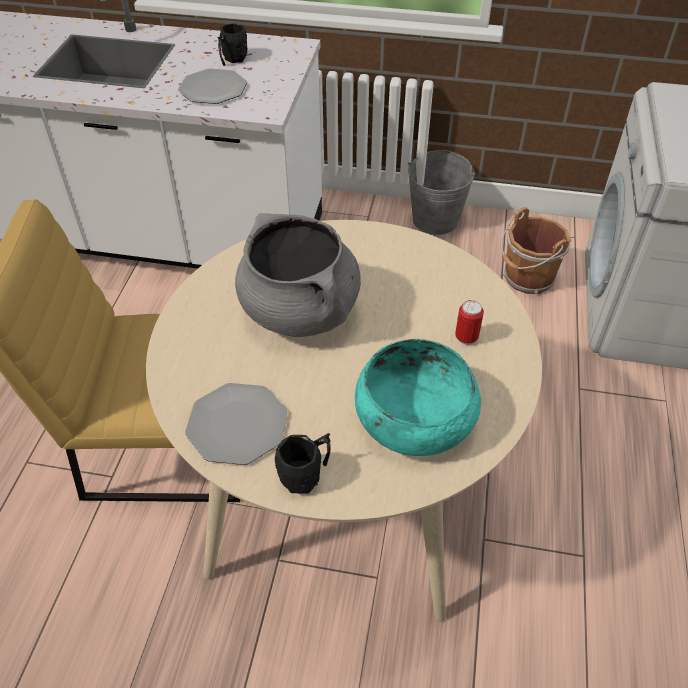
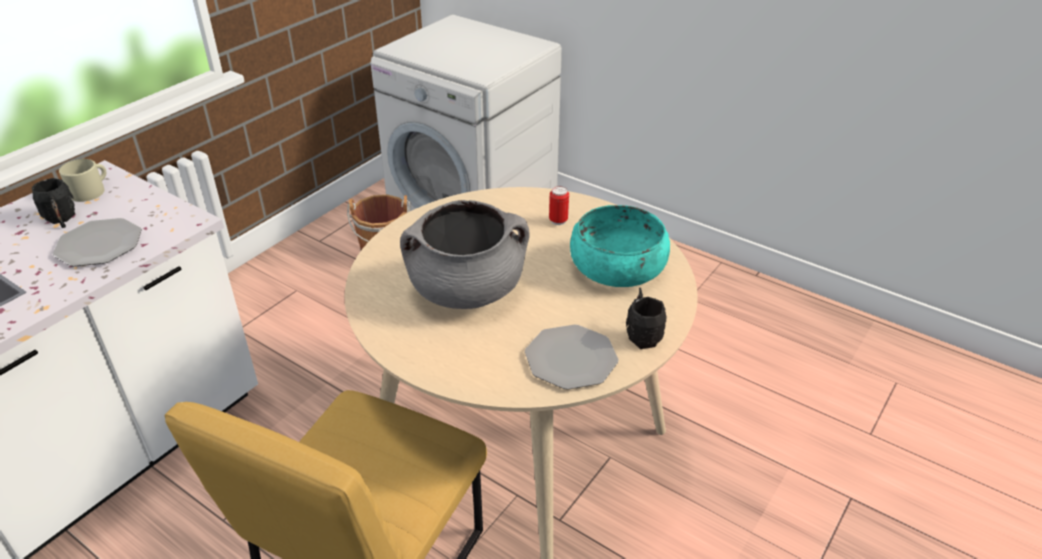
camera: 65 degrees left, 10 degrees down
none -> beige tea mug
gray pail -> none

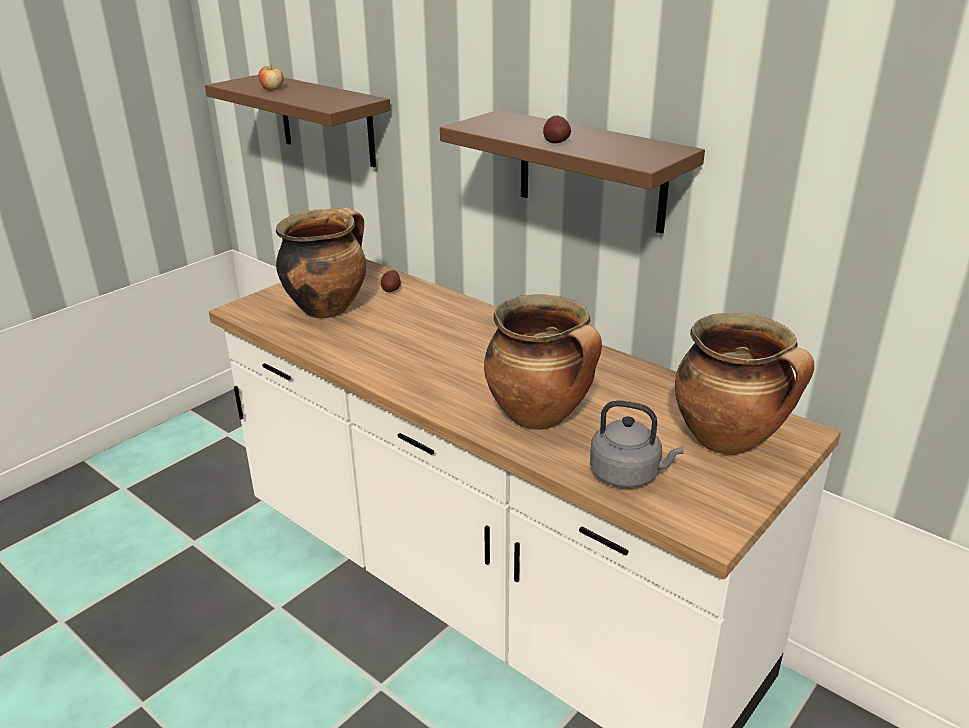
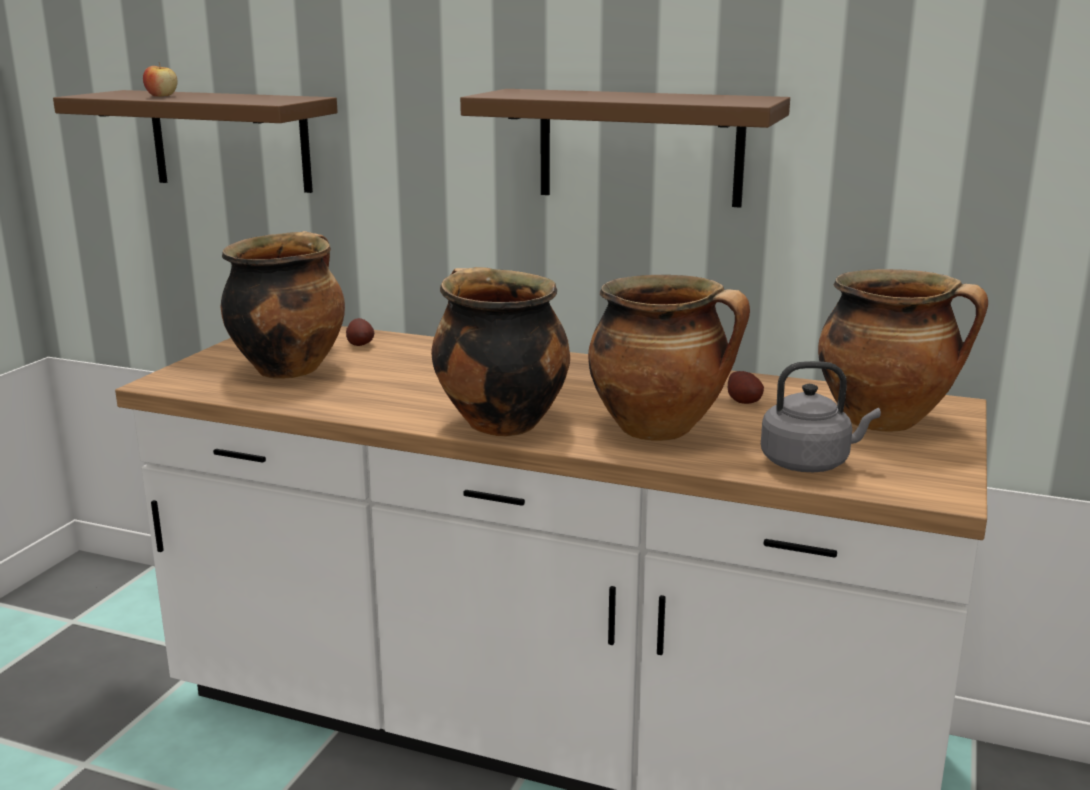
camera: 20 degrees left, 10 degrees down
none -> stockpot (2nd from left)
potato (2nd from left), move

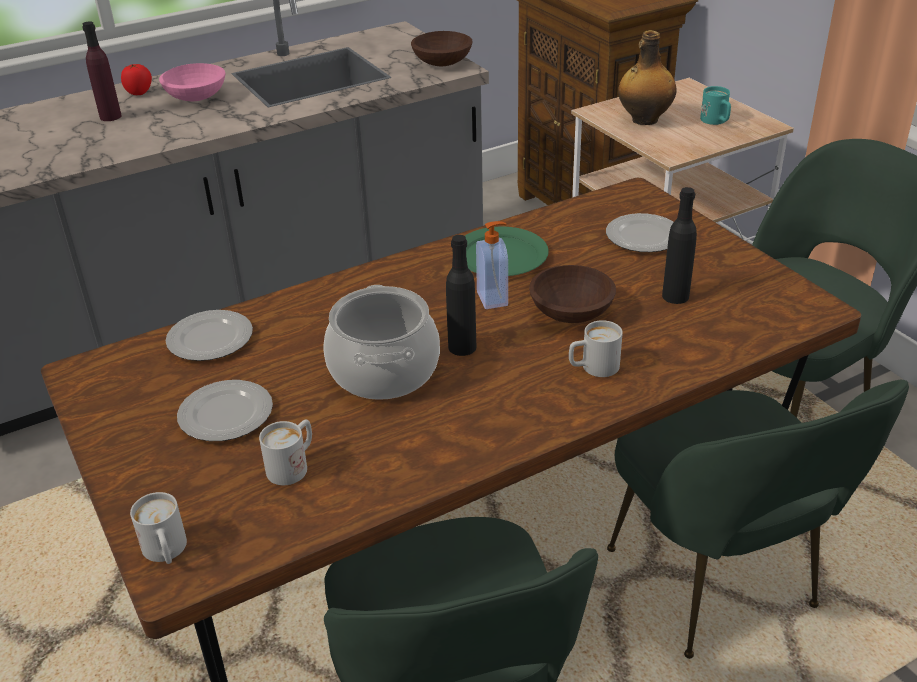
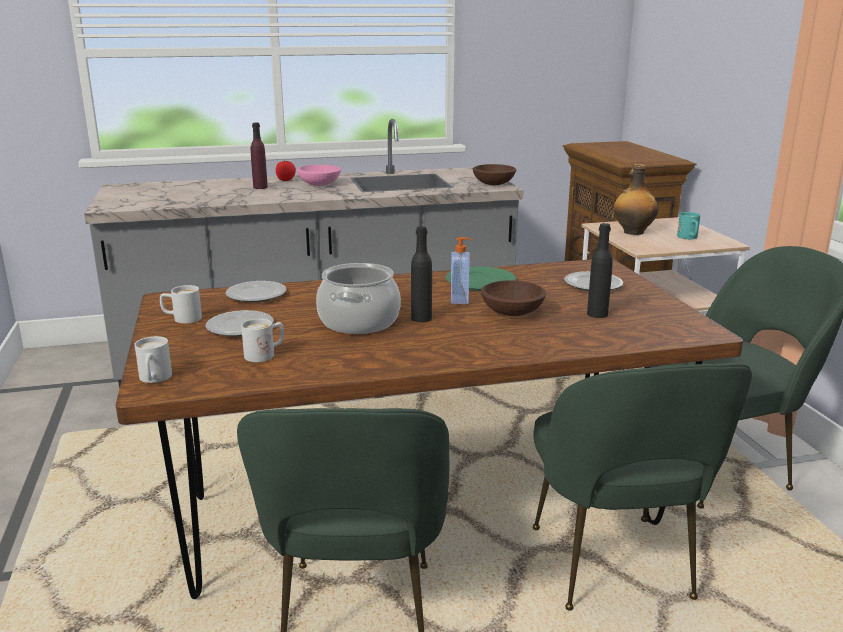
camera: 15 degrees right, 15 degrees down
white tea mug (3rd from left in the first image) -> white tea mug (2nd from left), move

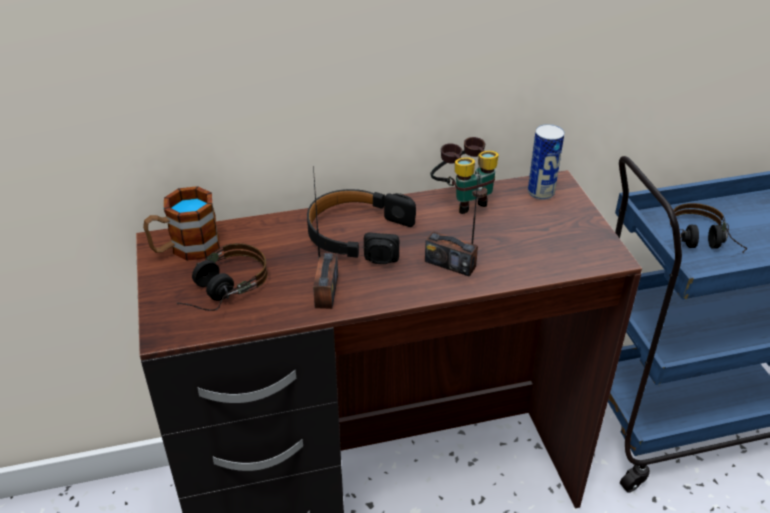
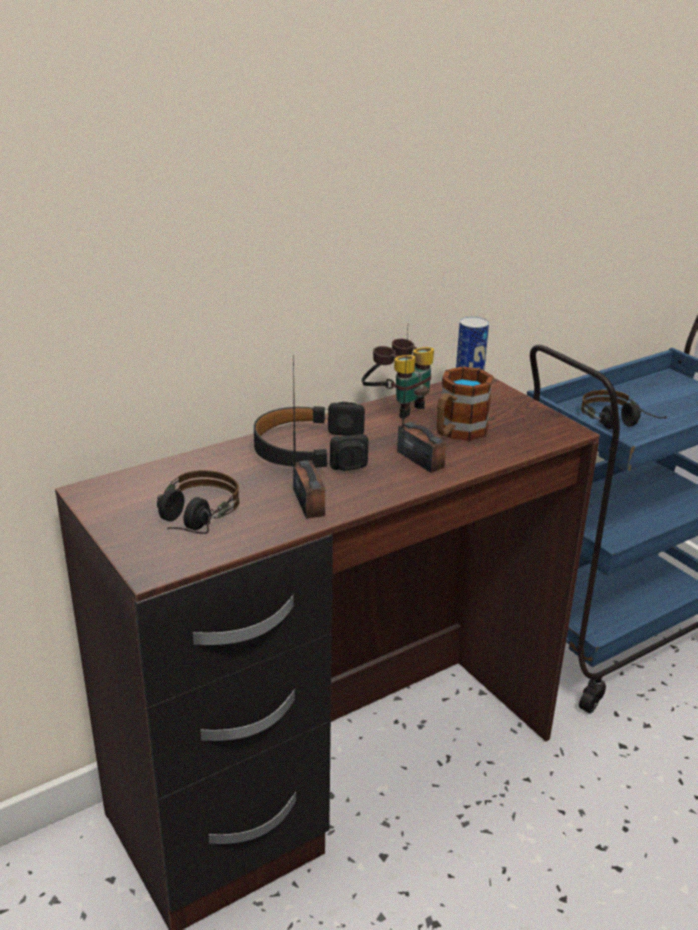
camera: 20 degrees left, 10 degrees down
radio (2nd from left), 135 degrees counterclockwise
tea mug, move

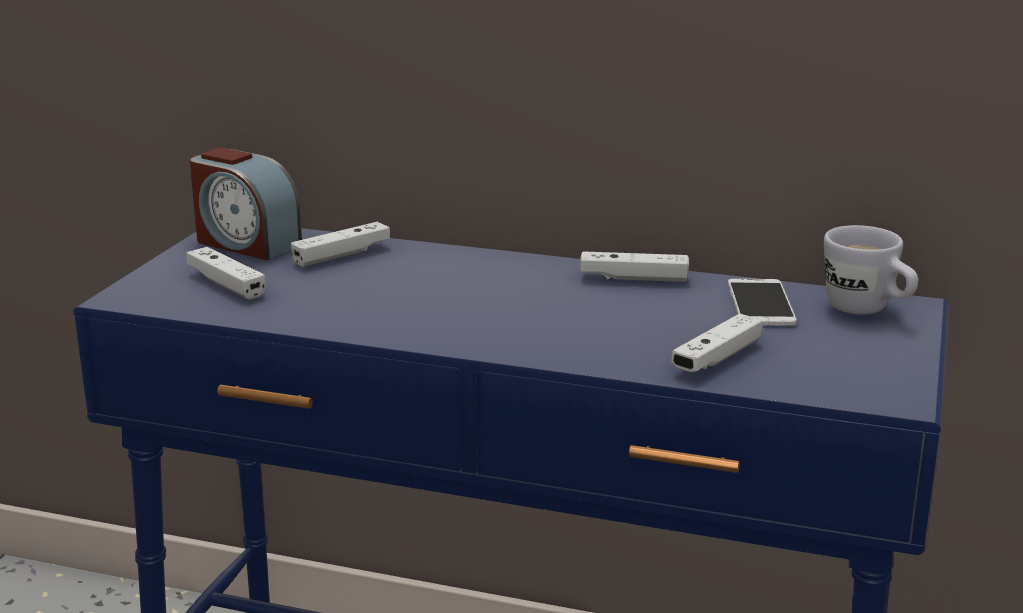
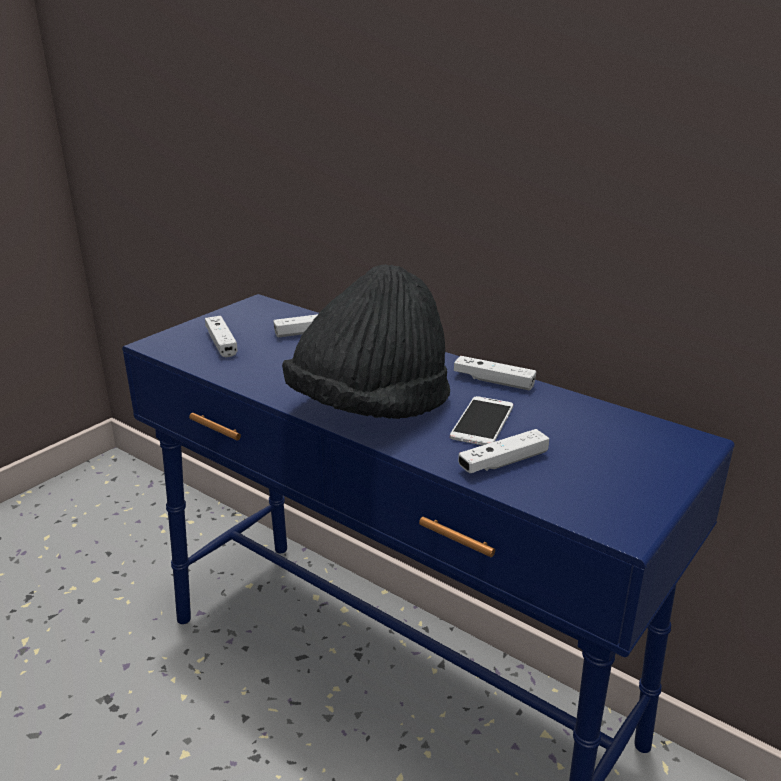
camera: 20 degrees right, 5 degrees up
none -> blackish clothing hat
handset, move
table clock -> none
white tea mug -> none

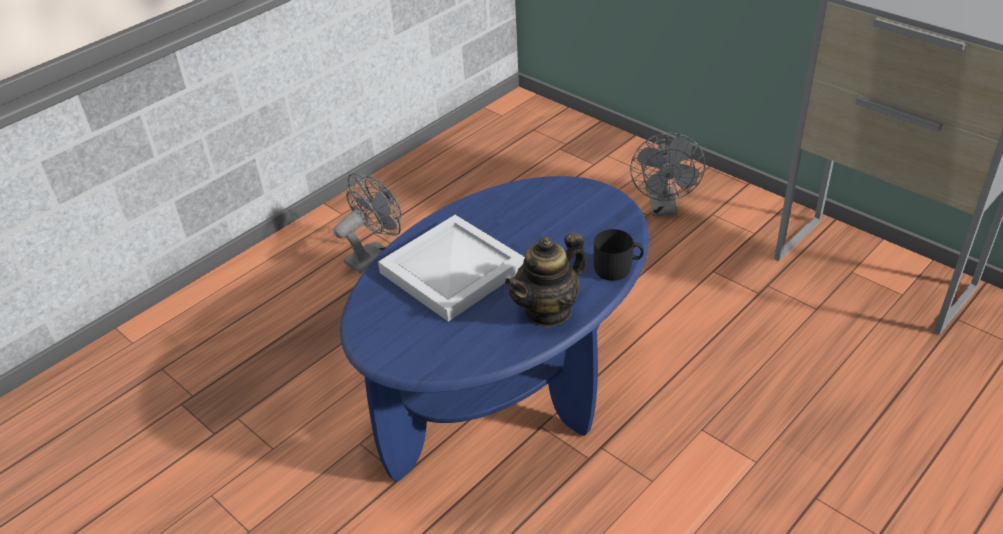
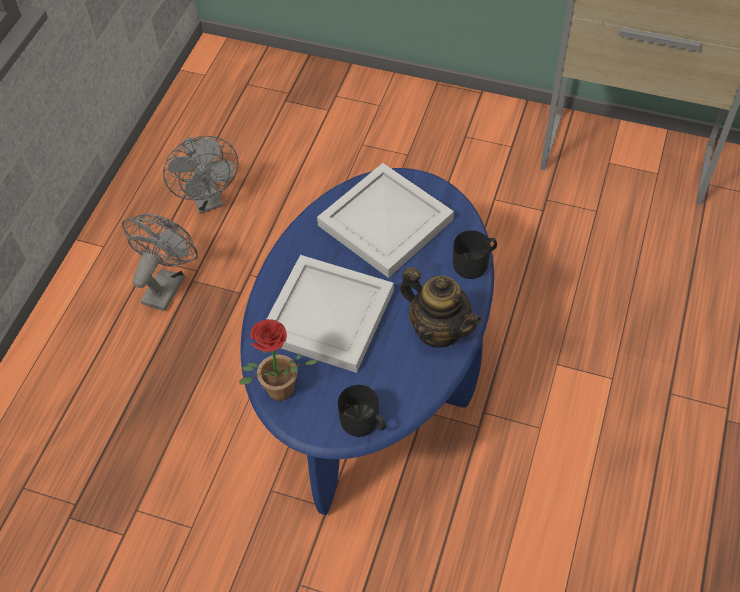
camera: 25 degrees left, 15 degrees up
gray cooling fan (2nd from left), move
none -> houseplant
none -> white carrying tray (2nd from left)
none -> blackish tea mug (1st from left)
teapot, 75 degrees counterclockwise

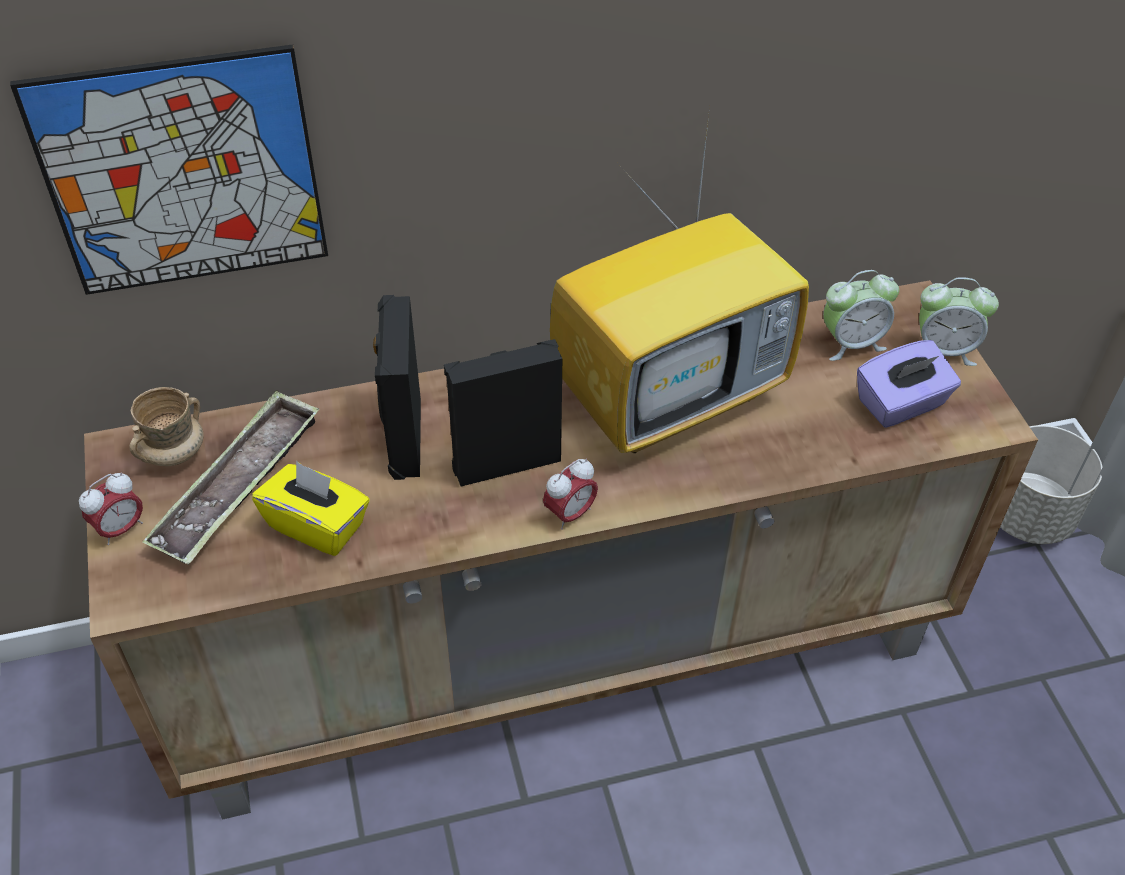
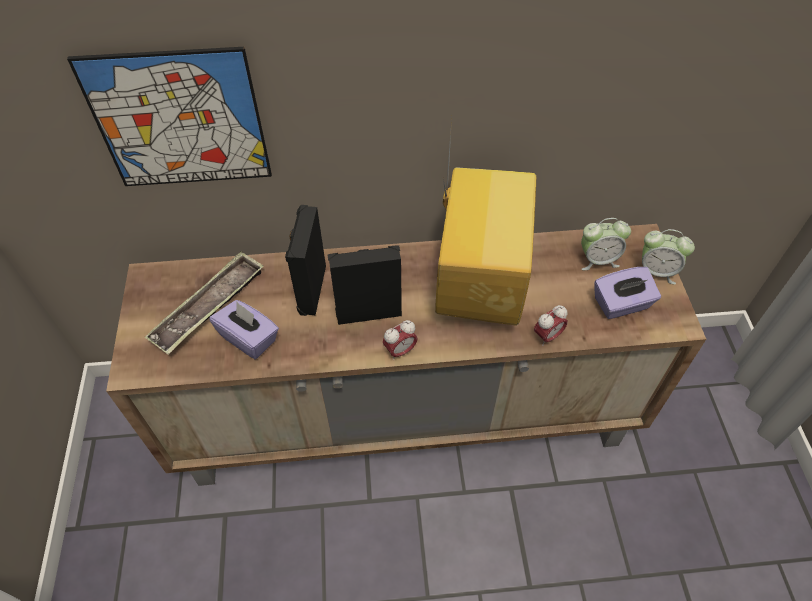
camera: 10 degrees right, 5 degrees up
yellow-coloured tissue holder -> purplish tissue holder (1st from left)
TV, 60 degrees counterclockwise
table clock (1st from left in the first image) -> table clock (2nd from left), move
beige tea mug -> none
gray plant pot -> none

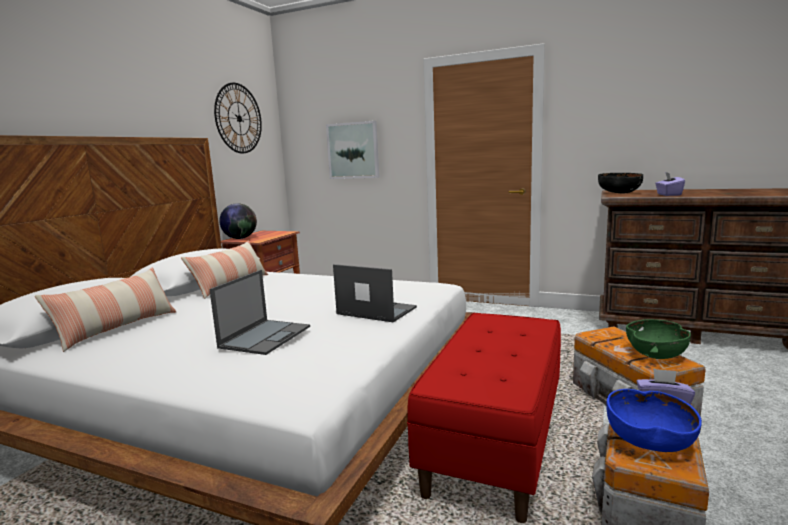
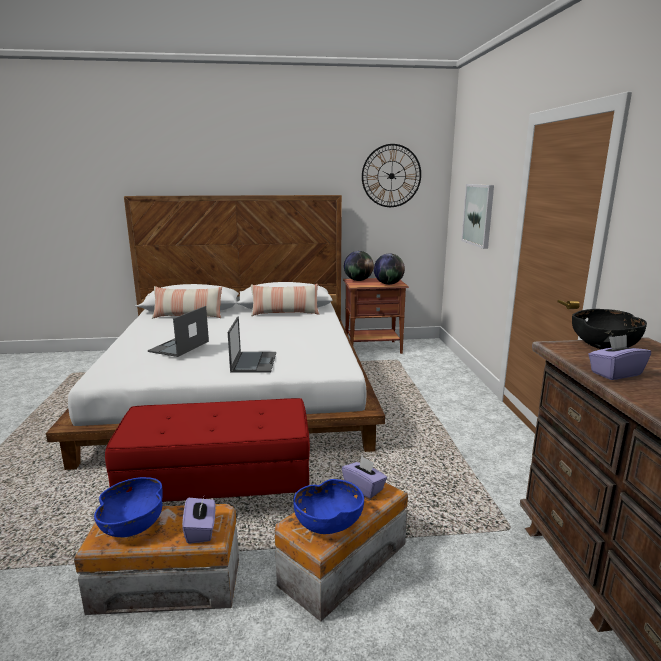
camera: 60 degrees right, 5 degrees up
notebook computer (1st from left), 120 degrees clockwise
green deep dish -> bluish deep dish (2nd from left)
none -> purplish tissue holder (2nd from left)
none -> desk globe (2nd from left)

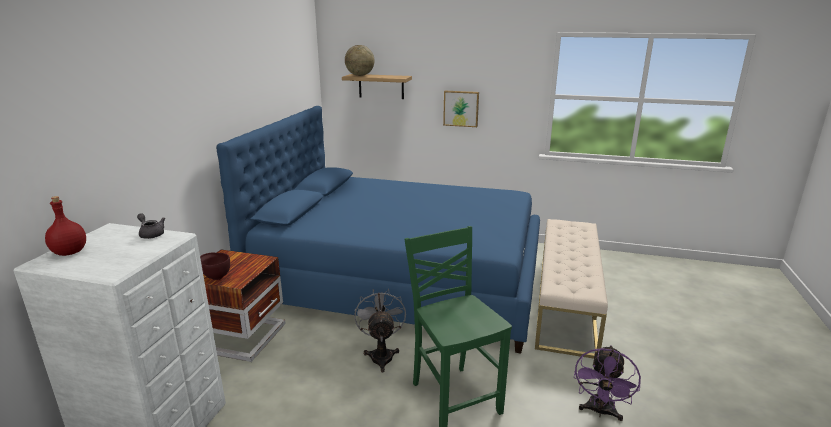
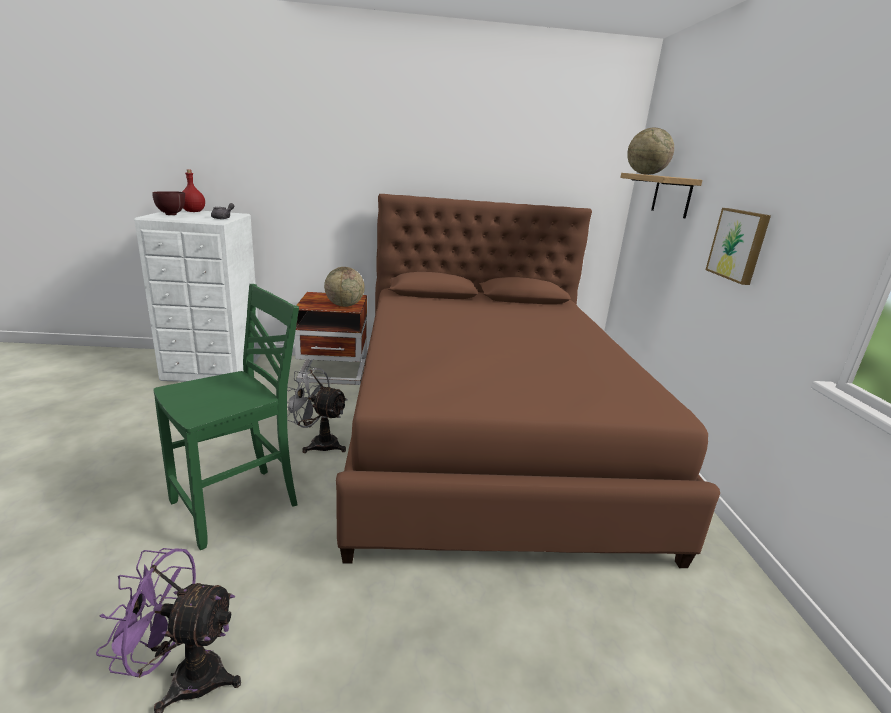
camera: 70 degrees right, 0 degrees up
brown-coloured deep dish, move
gray cooling fan, 135 degrees counterclockwise
none -> desk globe (1st from left)
bluish bedroom bed -> brown-coloured bedroom bed
beige indoor bench -> none

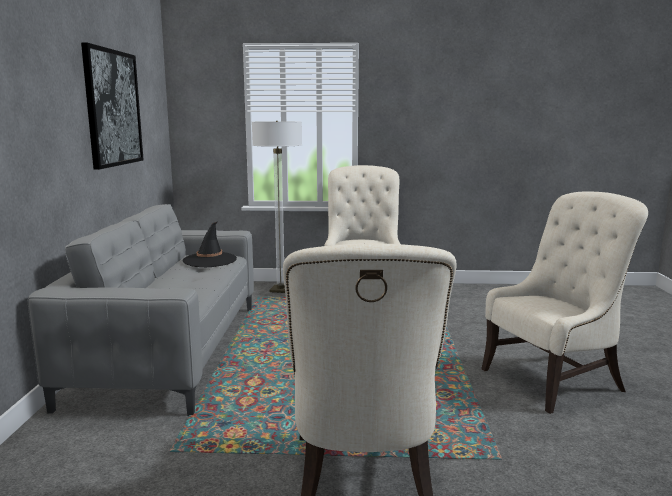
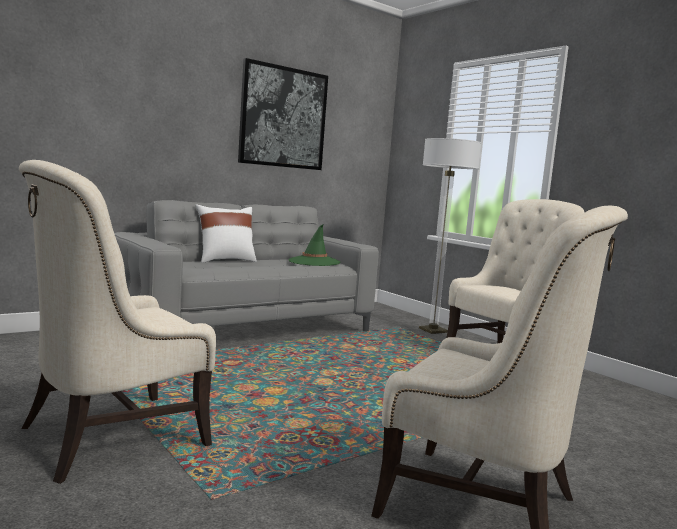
camera: 50 degrees right, 5 degrees down
none -> white throw pillow
blackish clothing hat -> green clothing hat

